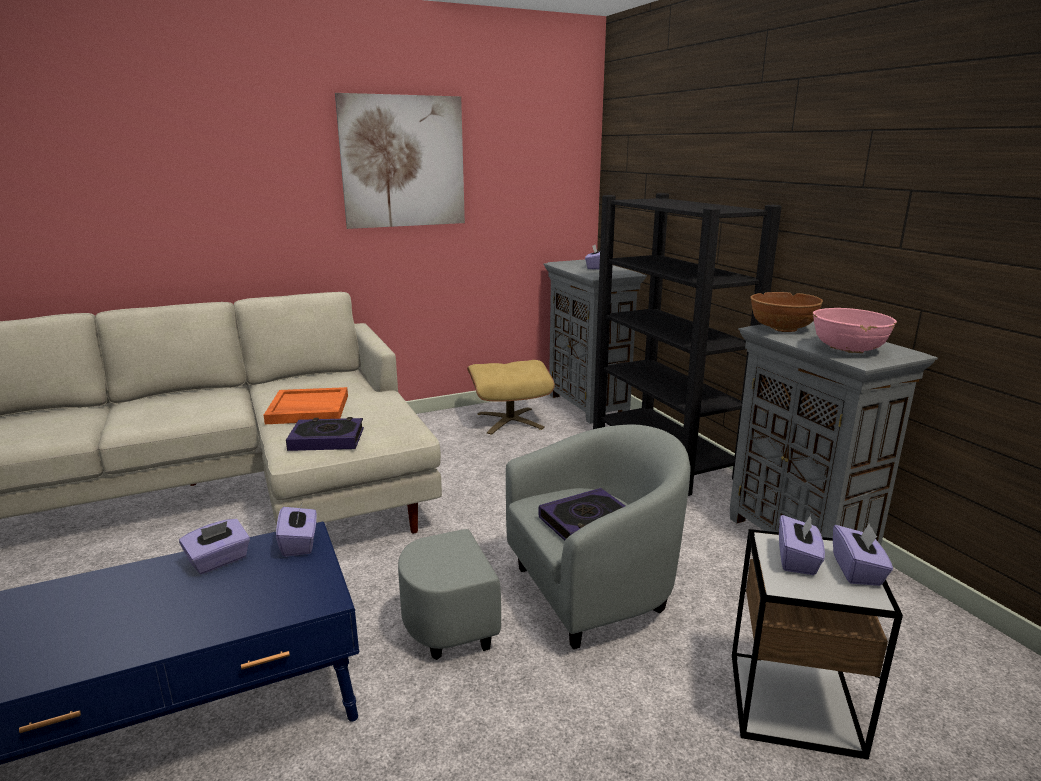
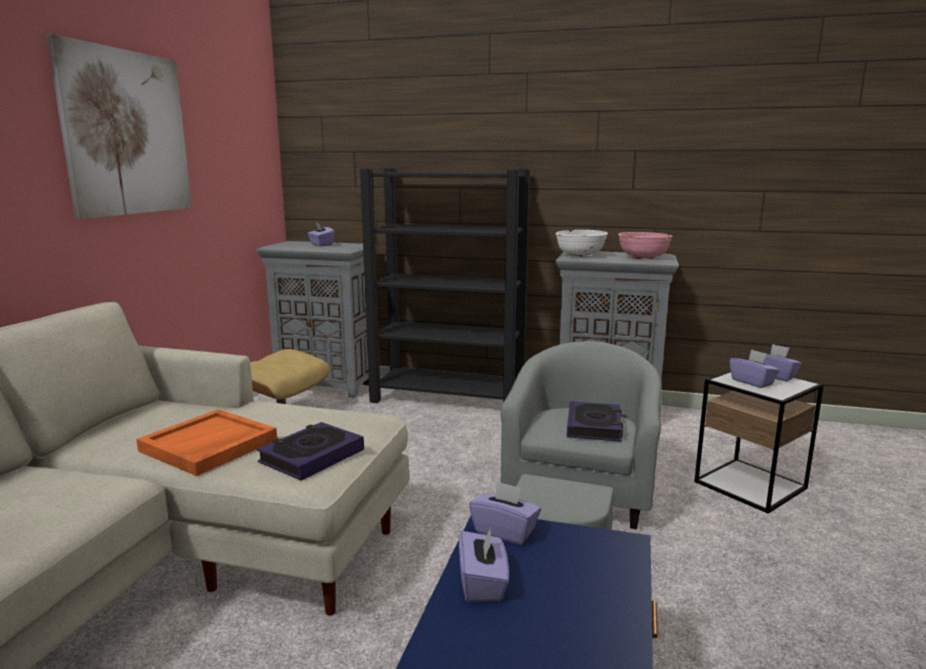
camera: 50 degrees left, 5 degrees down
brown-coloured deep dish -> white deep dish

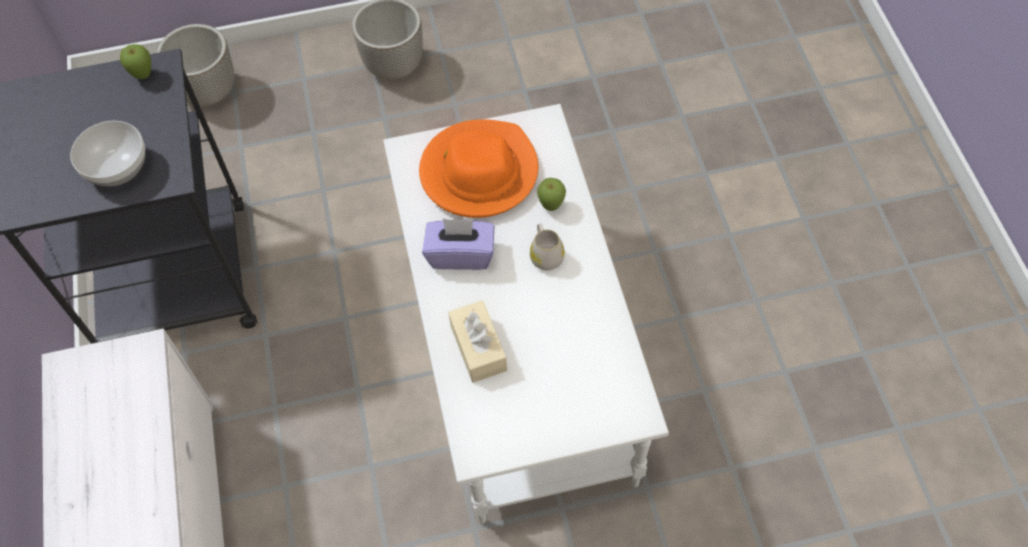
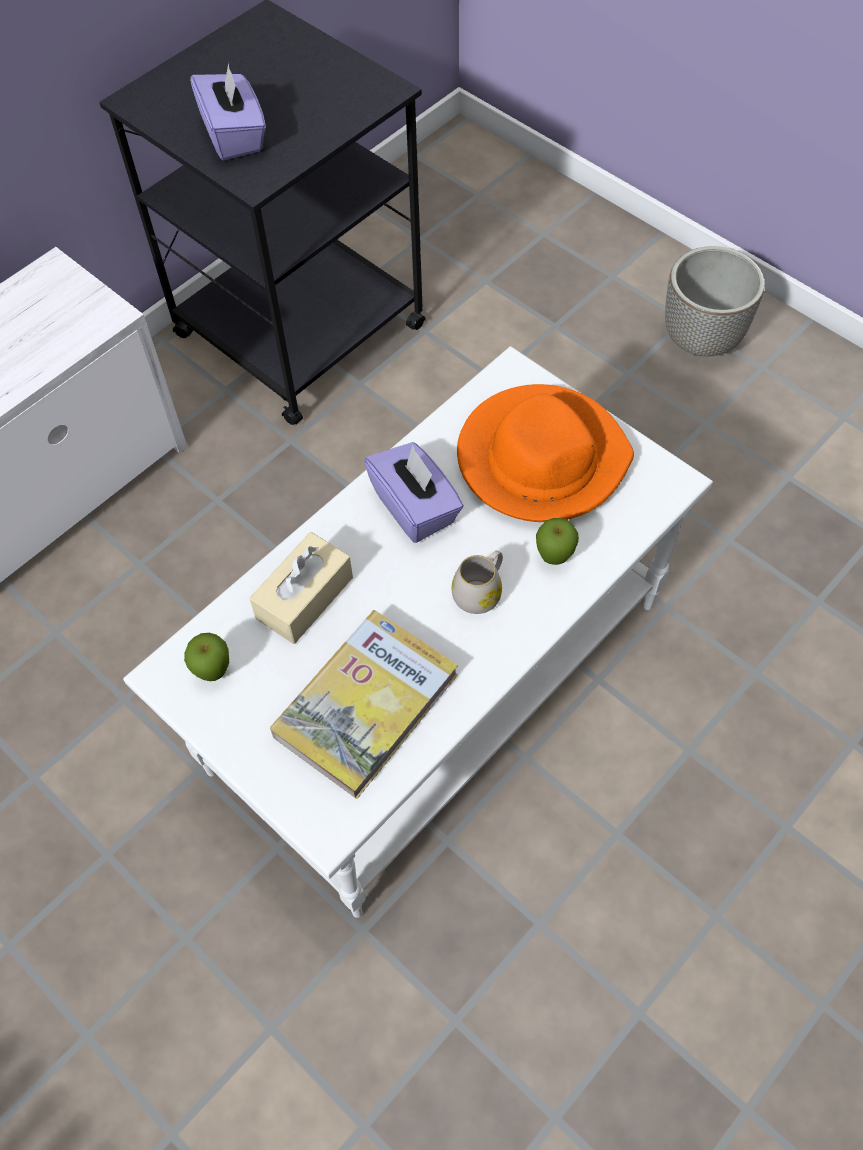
camera: 55 degrees right, 0 degrees up
whole apple (1st from left), move
deep dish -> purplish tissue holder (1st from left)
none -> bound book
plant pot (1st from left) -> none

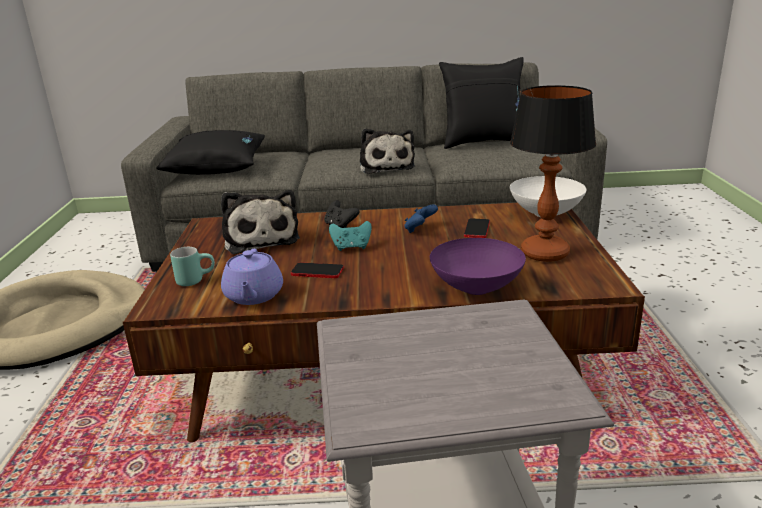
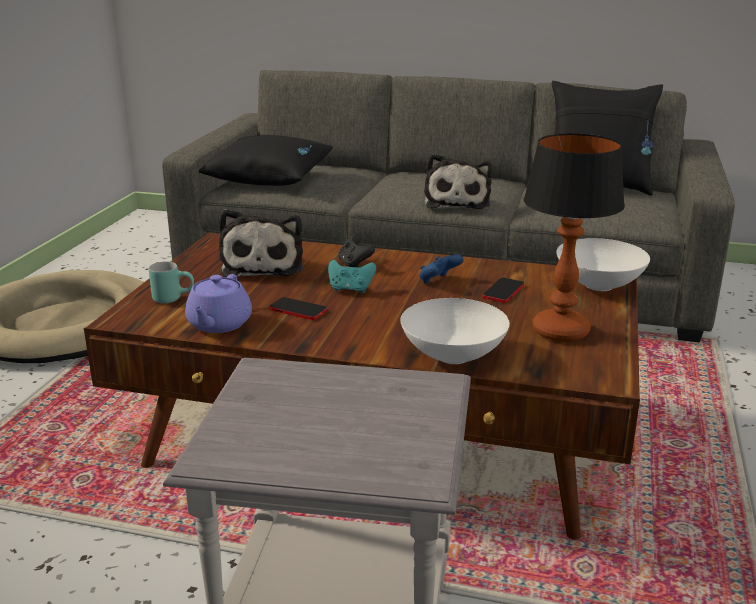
camera: 15 degrees right, 0 degrees up
purplish deep dish -> white deep dish (1st from left)

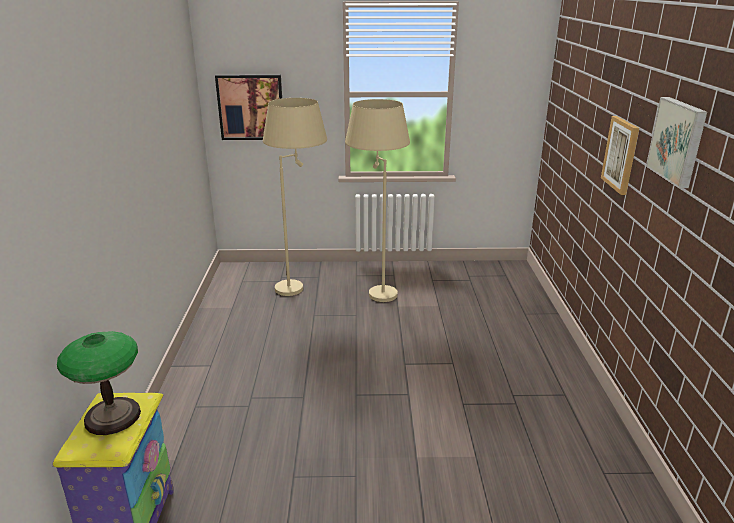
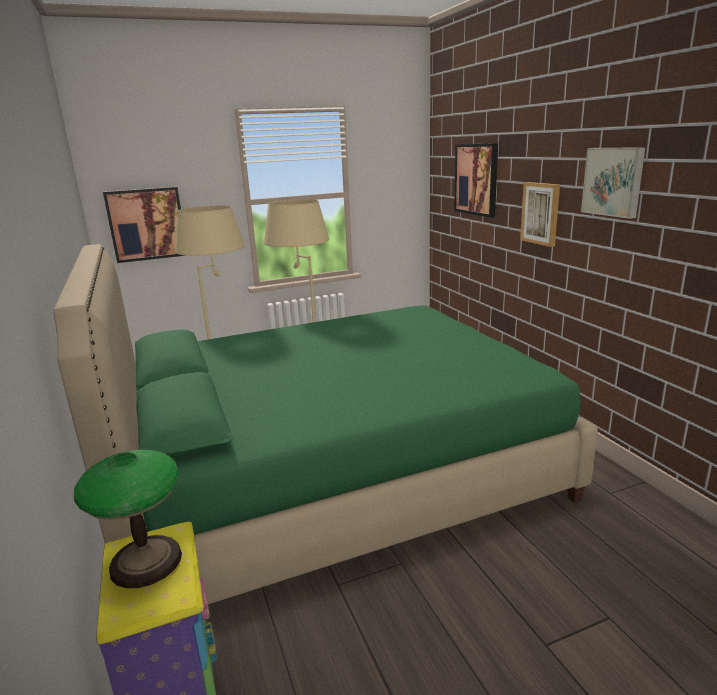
camera: 20 degrees left, 5 degrees down
none -> green bedroom bed
none -> picture (2nd from left)

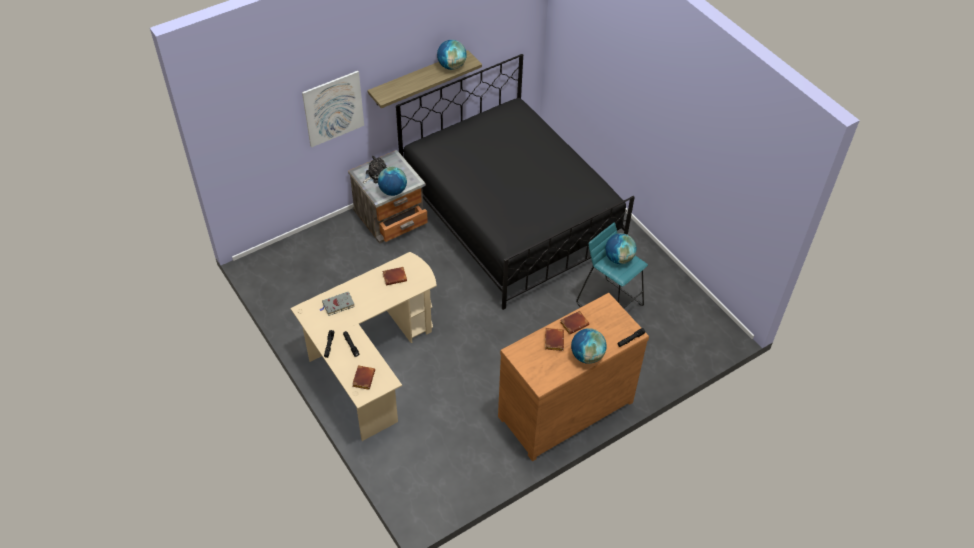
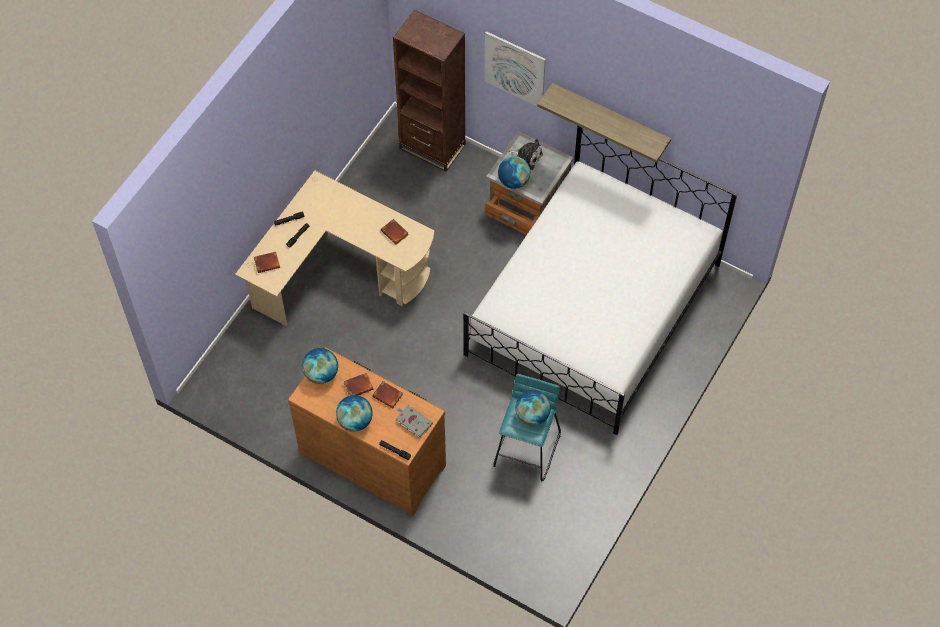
camera: 65 degrees right, 10 degrees up
desk globe (2nd from left in the first image) -> desk globe (1st from left), move
none -> brown-coloured bookcase
gray bound book, move
blackish bedroom bed -> white bedroom bed

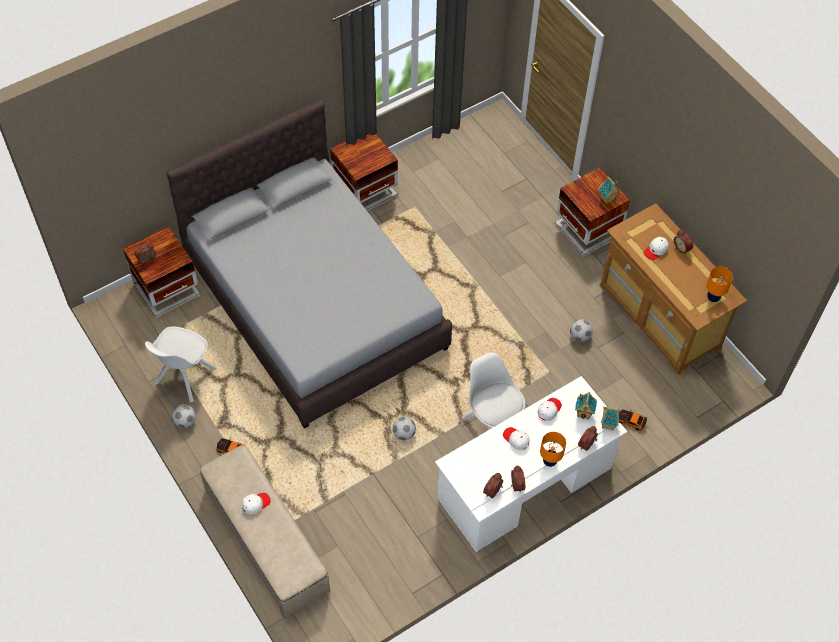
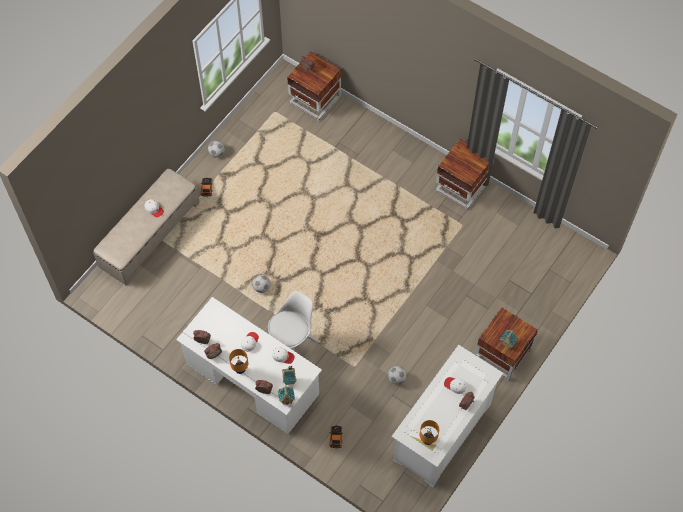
camera: 70 degrees right, 5 degrees up
brown-coloured drawer chest -> white drawer chest
white plain chair (1st from left) -> none
gray bedroom bed -> none

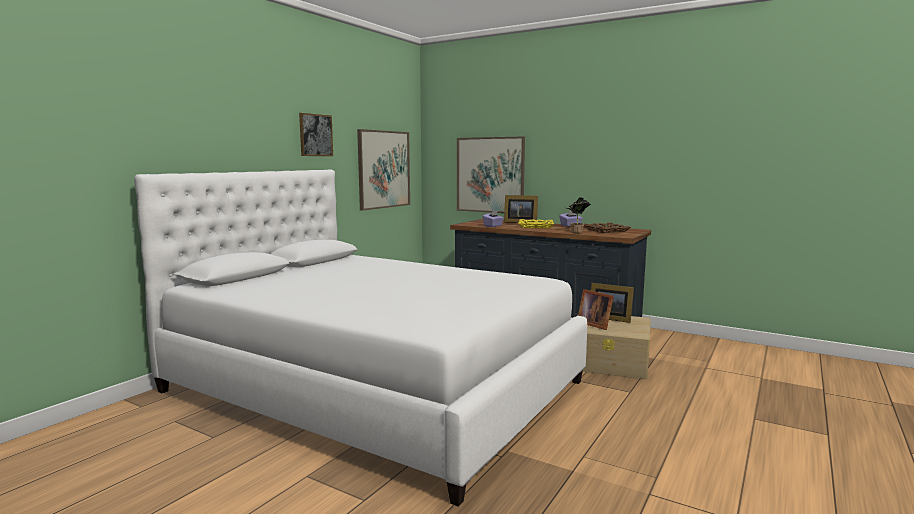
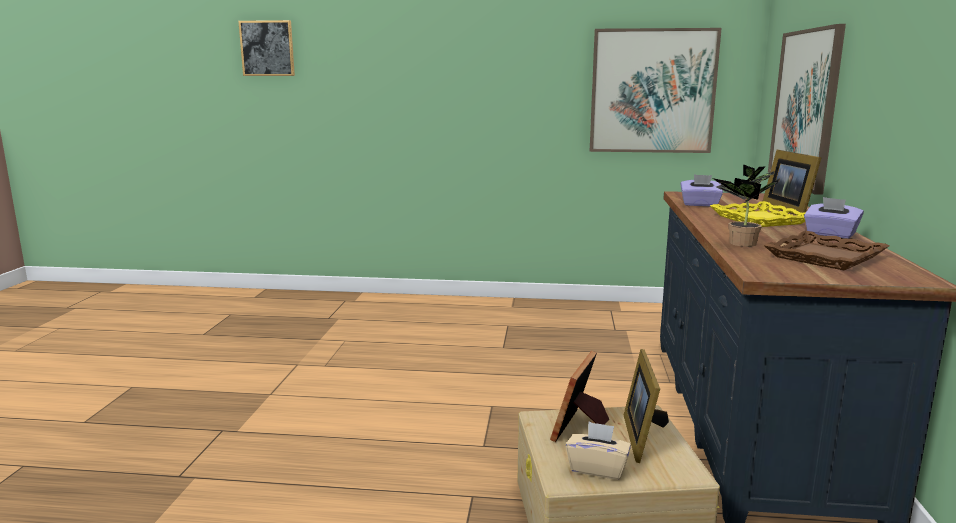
camera: 65 degrees right, 5 degrees up
picture (1st from left), move
none -> beige tissue holder
white bedroom bed -> none

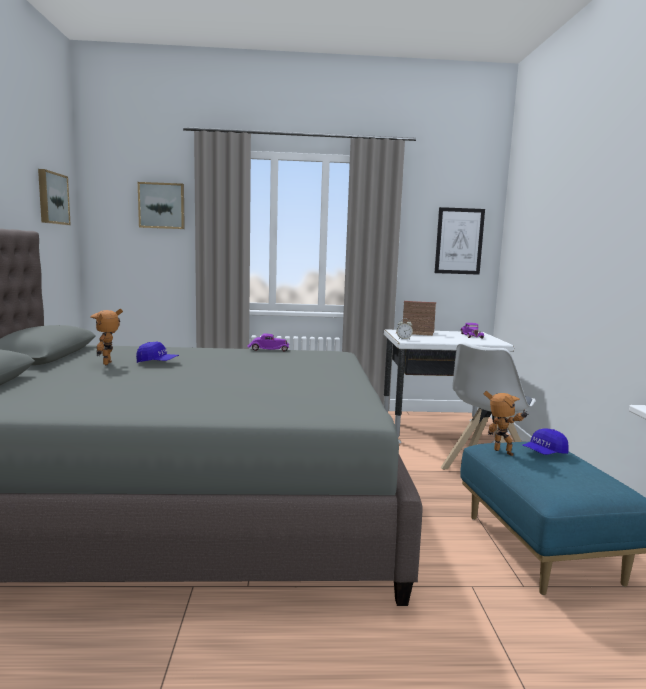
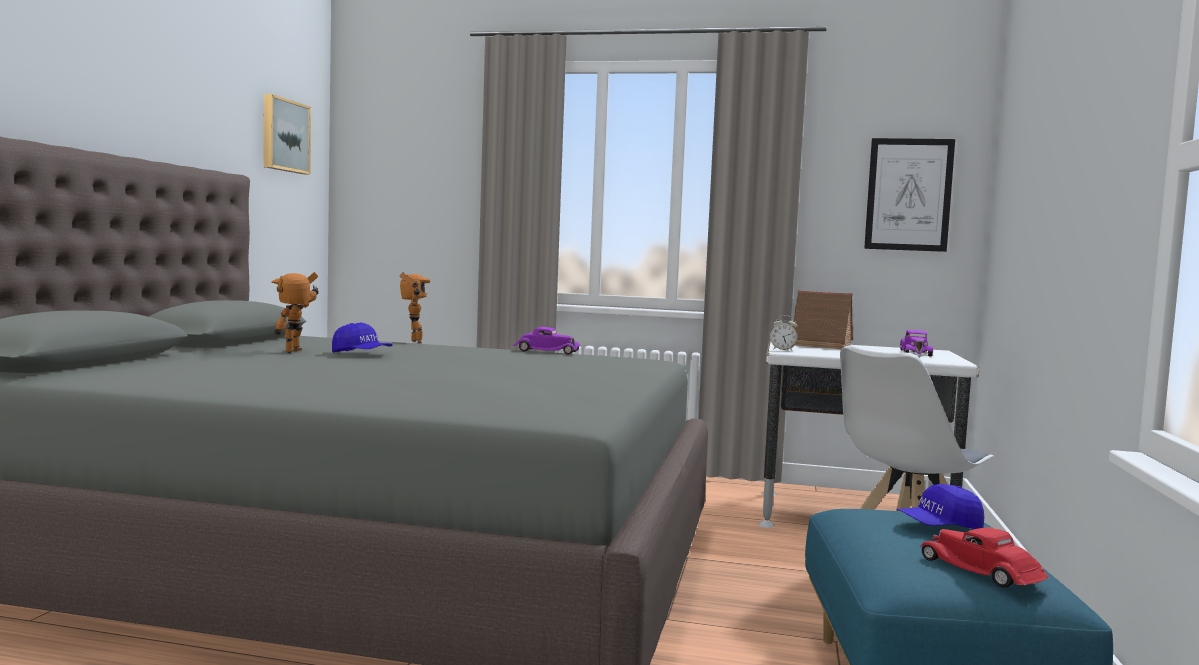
camera: 15 degrees right, 5 degrees down
toy robot (2nd from left), move
none -> reddish miniature car
picture (2nd from left) -> none

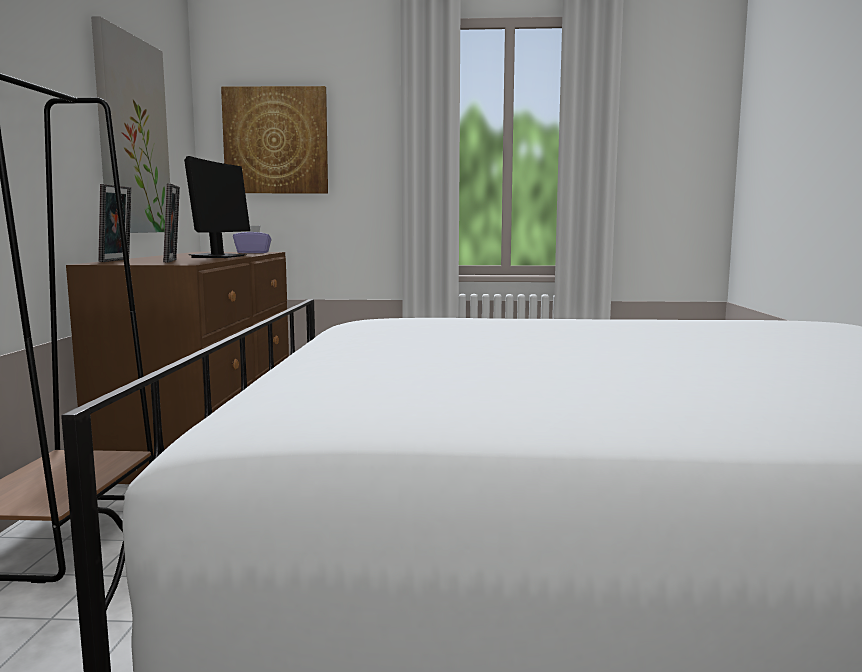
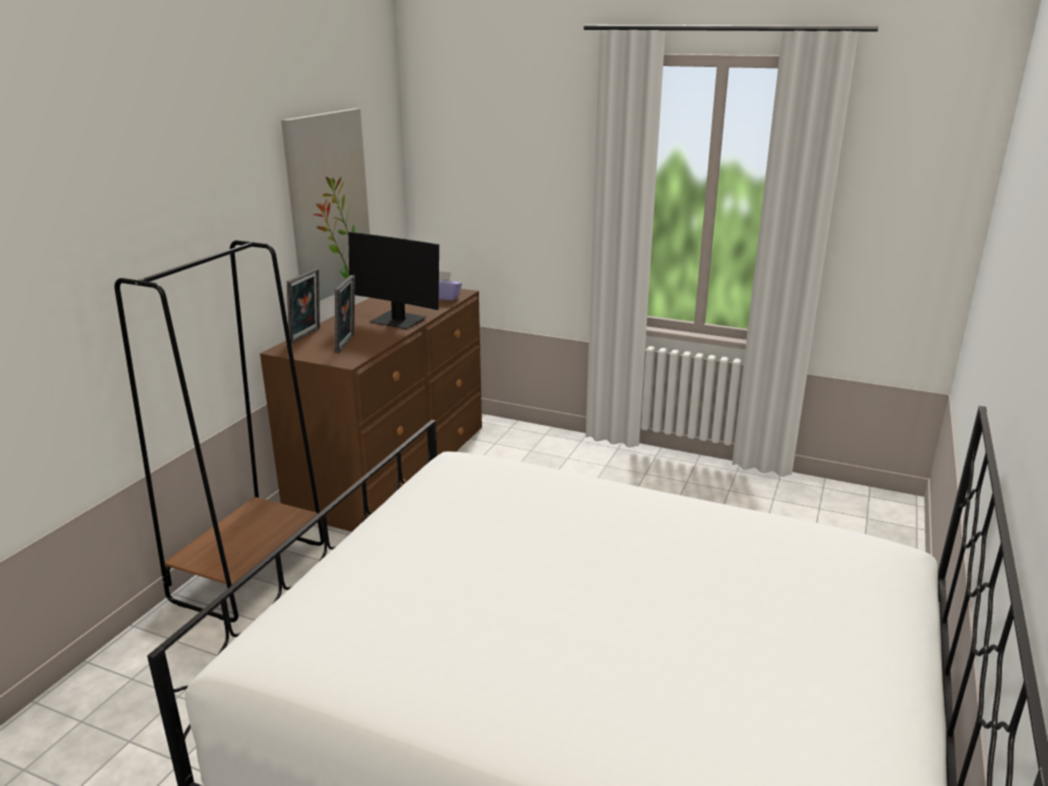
camera: 20 degrees right, 15 degrees up
computer display, 90 degrees clockwise
picture (2nd from left) -> none

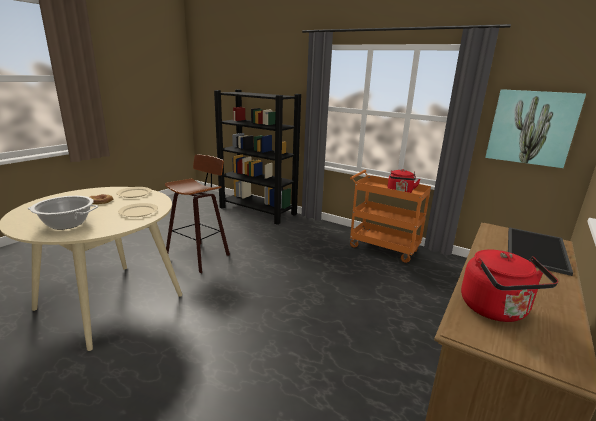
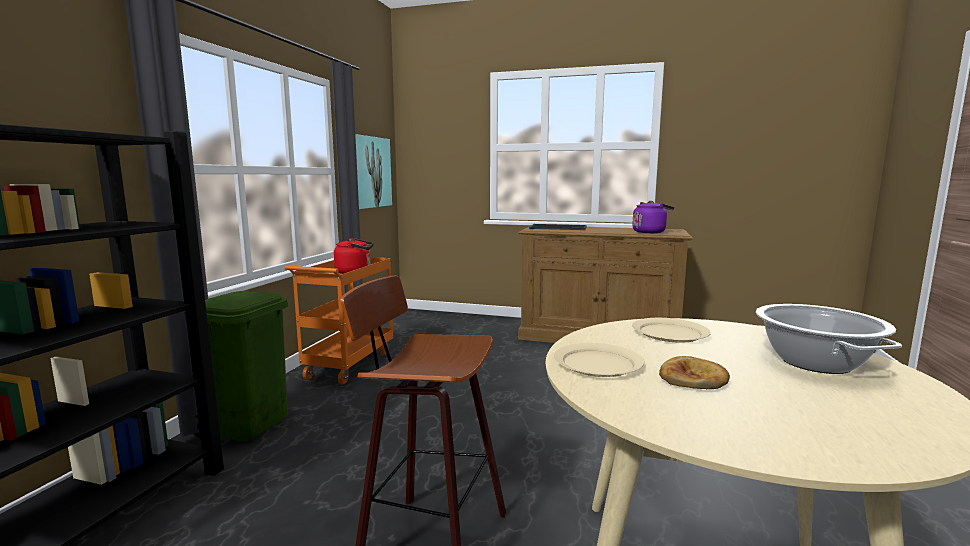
camera: 105 degrees left, 10 degrees down
none -> green rubbish bin
reddish kettle (2nd from left) -> purplish kettle

